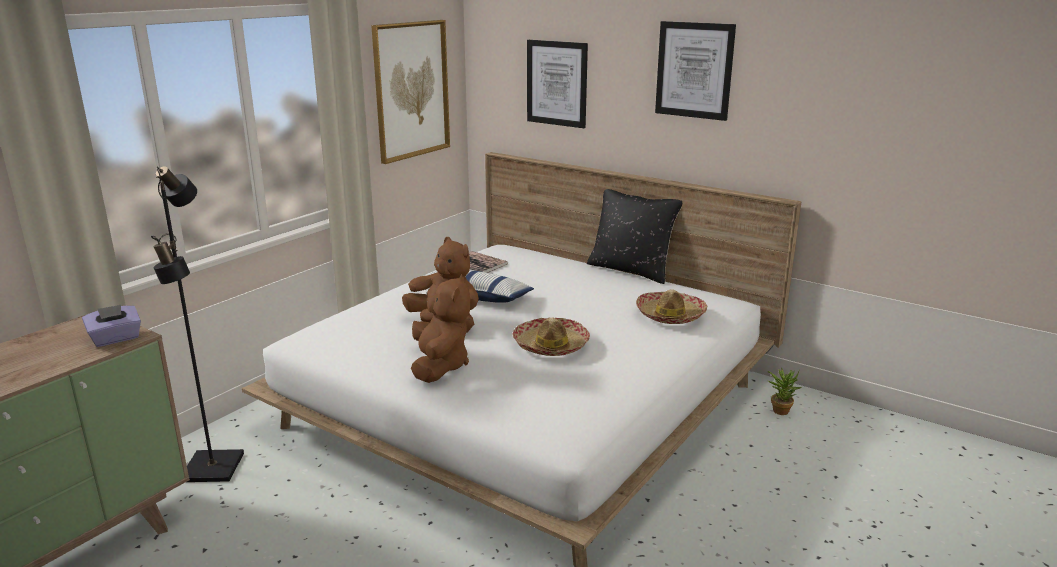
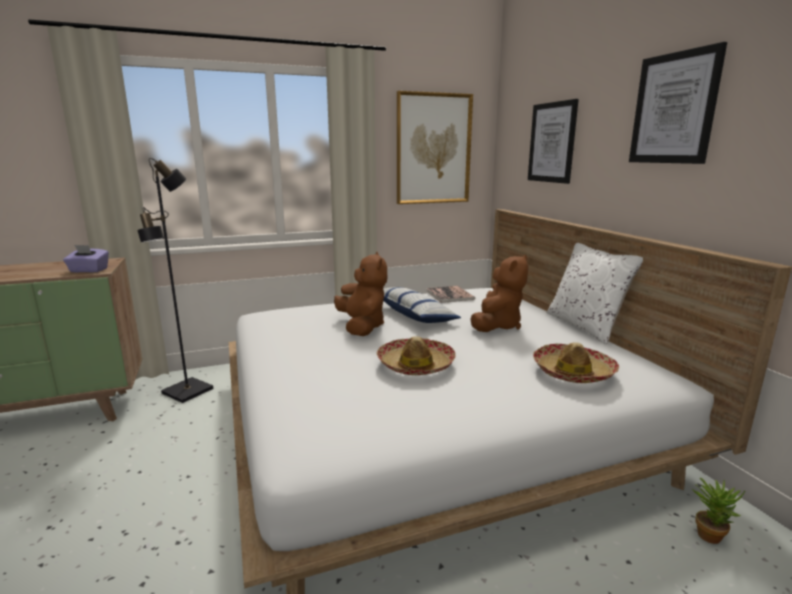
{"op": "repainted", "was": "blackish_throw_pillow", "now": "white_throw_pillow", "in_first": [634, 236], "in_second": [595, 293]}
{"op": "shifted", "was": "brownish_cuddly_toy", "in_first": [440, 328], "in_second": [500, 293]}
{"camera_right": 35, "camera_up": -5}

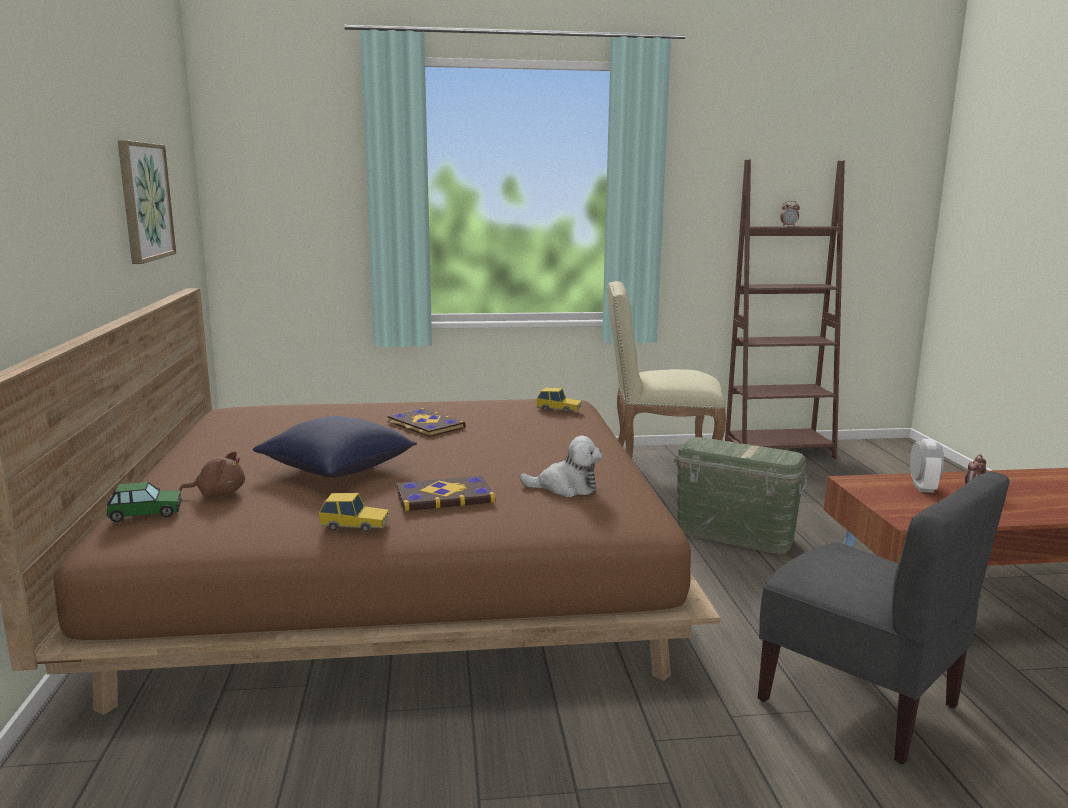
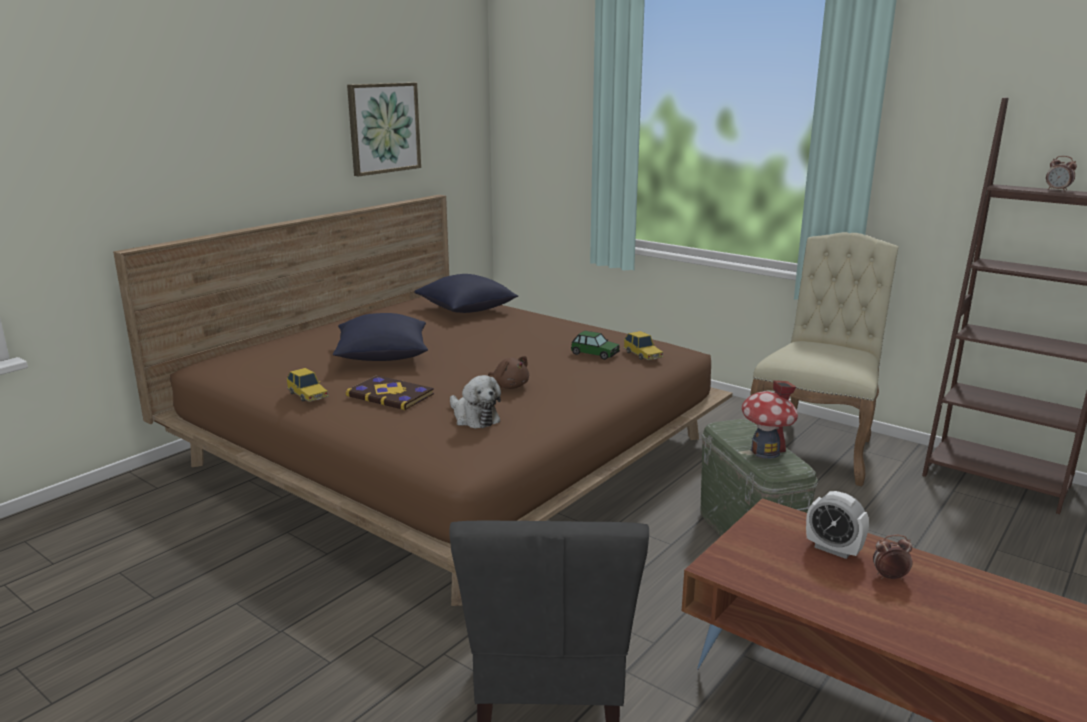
{"op": "rotated", "was": "beige_plain_chair", "in_first": [666, 370], "in_second": [824, 359], "clockwise": 75}
{"op": "gone", "was": "book", "in_first": [426, 422]}
{"op": "rotated", "was": "table_clock", "in_first": [927, 466], "in_second": [837, 525], "clockwise": 75}
{"op": "shifted", "was": "brownish_cuddly_toy", "in_first": [212, 474], "in_second": [508, 372]}
{"op": "shifted", "was": "miniature_car", "in_first": [144, 502], "in_second": [595, 345]}
{"op": "new", "now": "bluish_throw_pillow", "in_second": [466, 293]}
{"op": "new", "now": "toy_house", "in_second": [770, 419]}
{"camera_right": 45, "camera_up": 5}

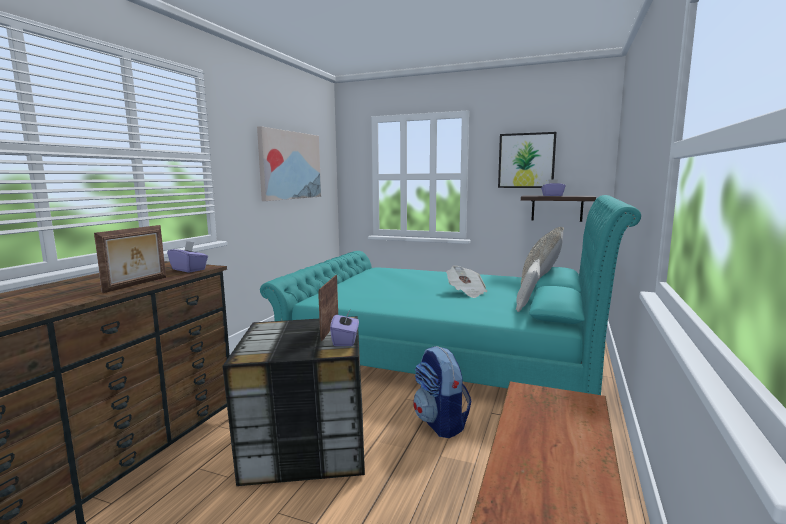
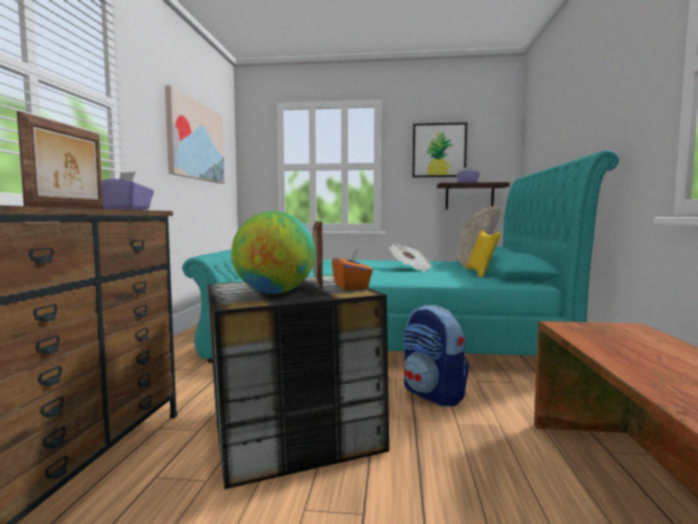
{"op": "repainted", "was": "white_throw_pillow", "now": "yellowish_throw_pillow", "in_first": [528, 285], "in_second": [483, 253]}
{"op": "repainted", "was": "purple-coloured_tissue_holder", "now": "orange_tissue_holder", "in_first": [344, 328], "in_second": [352, 269]}
{"op": "new", "now": "desk_globe", "in_second": [273, 252]}
{"camera_right": -15, "camera_up": -5}

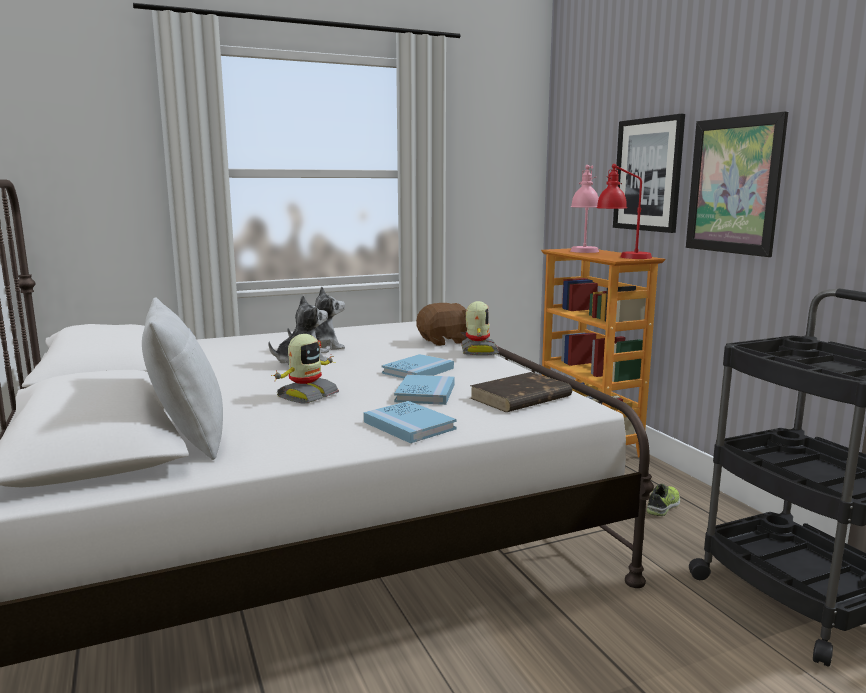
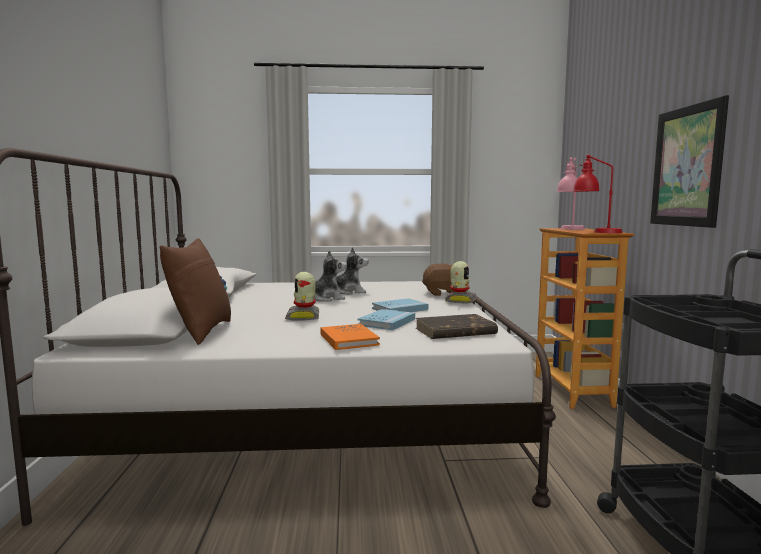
{"op": "gone", "was": "picture", "in_first": [649, 173]}
{"op": "repainted", "was": "gray_throw_pillow", "now": "brownish_throw_pillow", "in_first": [182, 378], "in_second": [195, 291]}
{"op": "rotated", "was": "toy_robot", "in_first": [305, 369], "in_second": [302, 296], "clockwise": 120}
{"op": "repainted", "was": "bluish_book", "now": "orange_book", "in_first": [410, 422], "in_second": [350, 337]}
{"op": "gone", "was": "low_shoe", "in_first": [663, 500]}
{"camera_right": 20, "camera_up": -5}

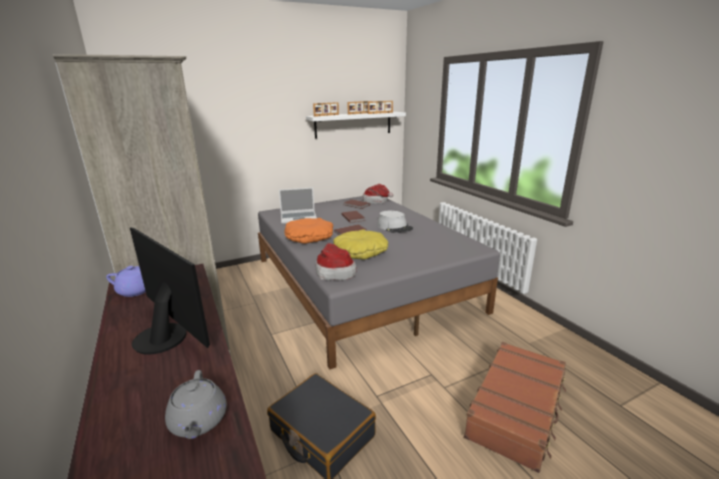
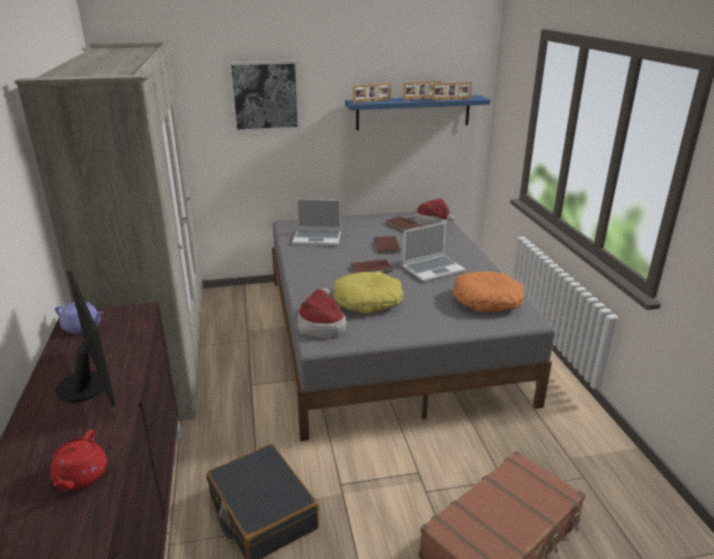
{"op": "repainted", "was": "white_wall_shelf", "now": "bluish_wall_shelf", "in_first": [356, 125], "in_second": [417, 112]}
{"op": "swapped", "was": "gray_clothing_hat", "now": "notebook_computer", "in_first": [395, 221], "in_second": [434, 252]}
{"op": "shifted", "was": "orange_throw_pillow", "in_first": [308, 231], "in_second": [488, 291]}
{"op": "repainted", "was": "gray_pot_for_tea", "now": "red-coloured_pot_for_tea", "in_first": [196, 404], "in_second": [78, 460]}
{"op": "new", "now": "picture", "in_second": [264, 96]}
{"camera_right": 15, "camera_up": 5}

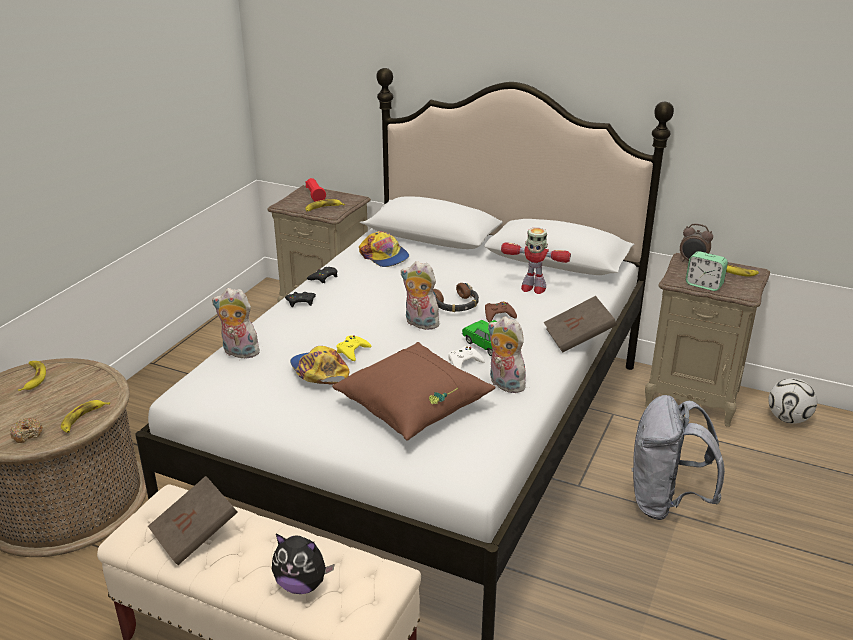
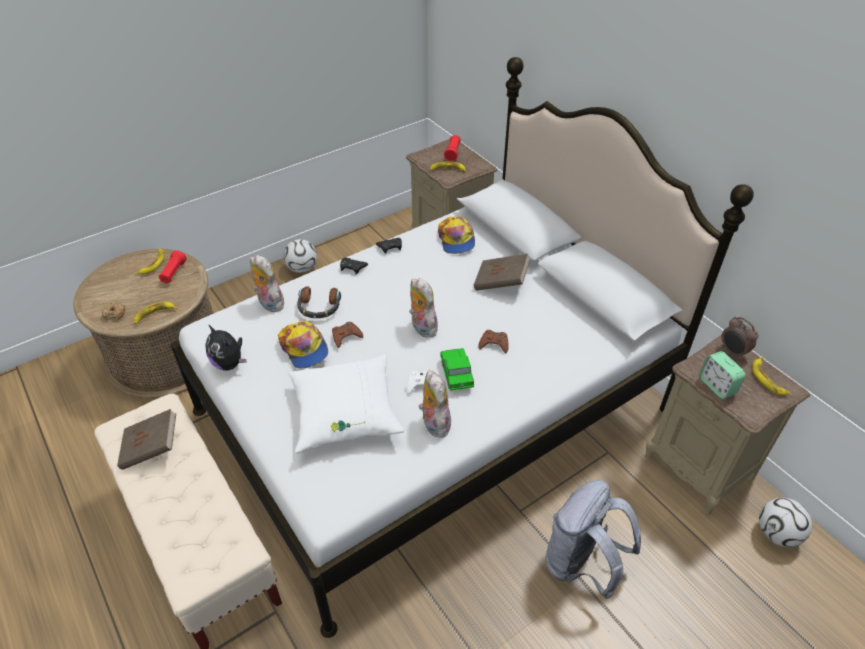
{"op": "gone", "was": "toy_robot", "in_first": [536, 261]}
{"op": "shifted", "was": "headphones", "in_first": [456, 297], "in_second": [319, 302]}
{"op": "shifted", "was": "brownish_book", "in_first": [580, 324], "in_second": [502, 272]}
{"op": "repainted", "was": "yellowish_game_controller", "now": "brownish_game_controller", "in_first": [353, 348], "in_second": [347, 335]}
{"op": "repainted", "was": "brownish_throw_pillow", "now": "white_throw_pillow", "in_first": [414, 391], "in_second": [346, 404]}
{"op": "rotated", "was": "cap", "in_first": [320, 365], "in_second": [303, 344], "clockwise": 150}
{"op": "shifted", "was": "cuddly_toy", "in_first": [303, 564], "in_second": [226, 348]}
{"op": "new", "now": "football_ball", "in_second": [300, 256]}
{"op": "new", "now": "red-coloured_hand_torch", "in_second": [173, 266]}
{"camera_right": 30, "camera_up": 15}

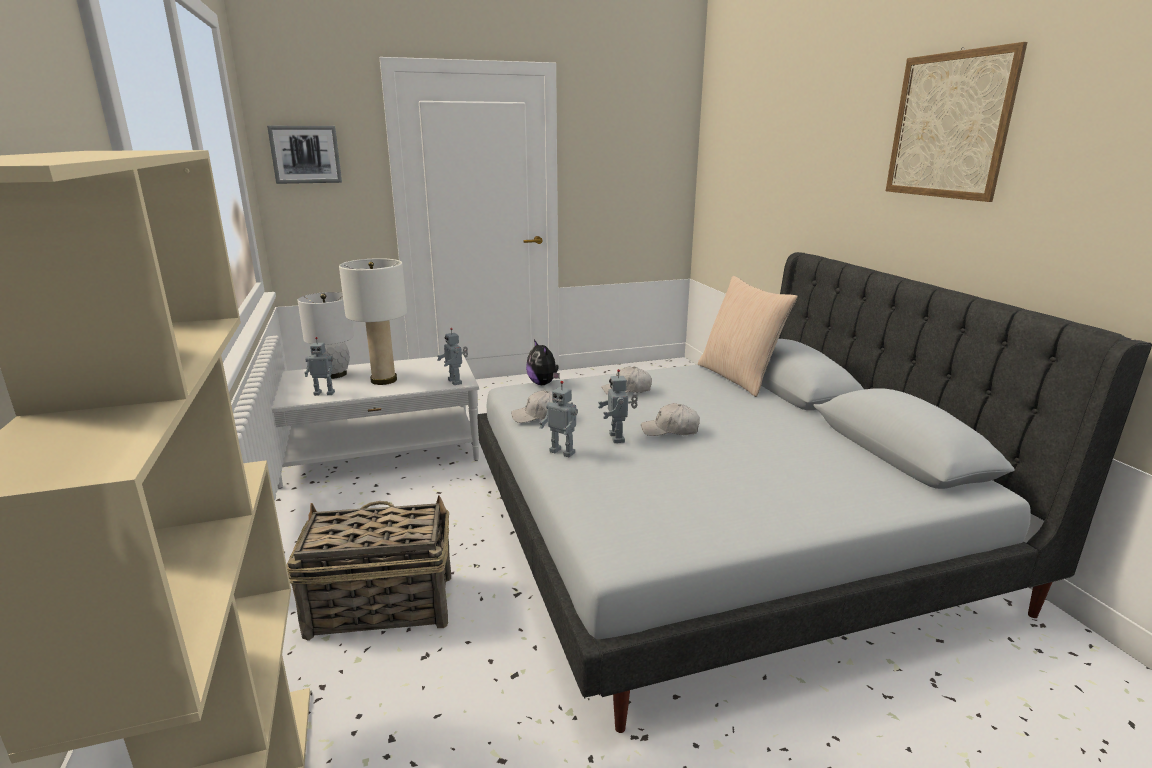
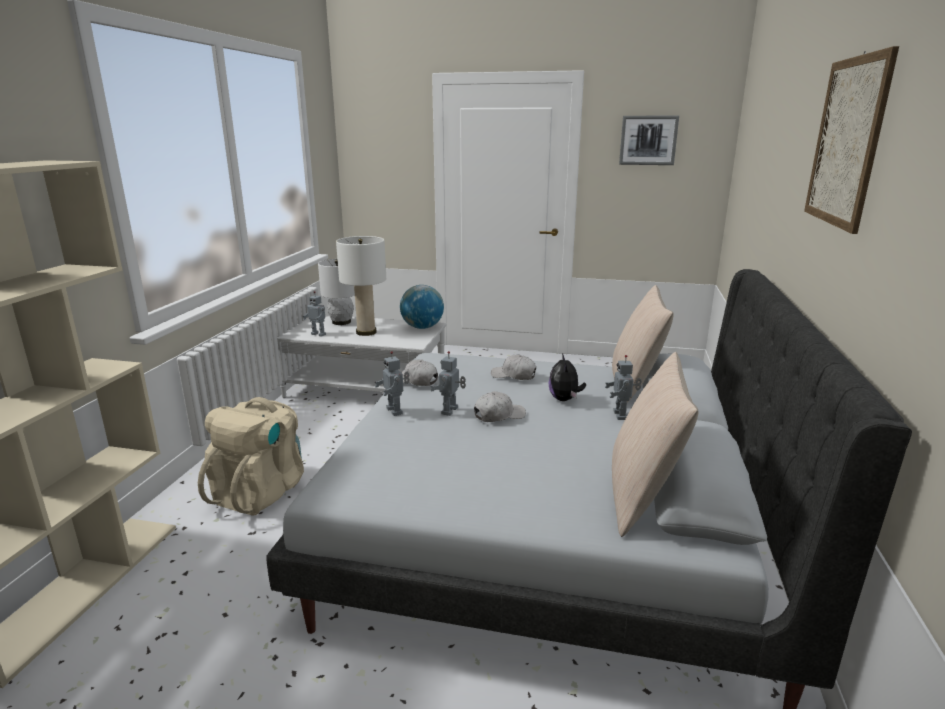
{"op": "shifted", "was": "picture", "in_first": [304, 155], "in_second": [649, 140]}
{"op": "shifted", "was": "toy_robot", "in_first": [452, 356], "in_second": [623, 387]}
{"op": "shifted", "was": "cuddly_toy", "in_first": [543, 362], "in_second": [567, 377]}
{"op": "rotated", "was": "white_cap", "in_first": [670, 419], "in_second": [500, 406], "clockwise": 120}
{"op": "swapped", "was": "basket", "now": "beige_backpack", "in_first": [369, 568], "in_second": [251, 456]}
{"op": "new", "now": "desk_globe", "in_second": [422, 307]}
{"op": "new", "now": "beige_throw_pillow", "in_second": [655, 444]}
{"camera_right": 30, "camera_up": 0}

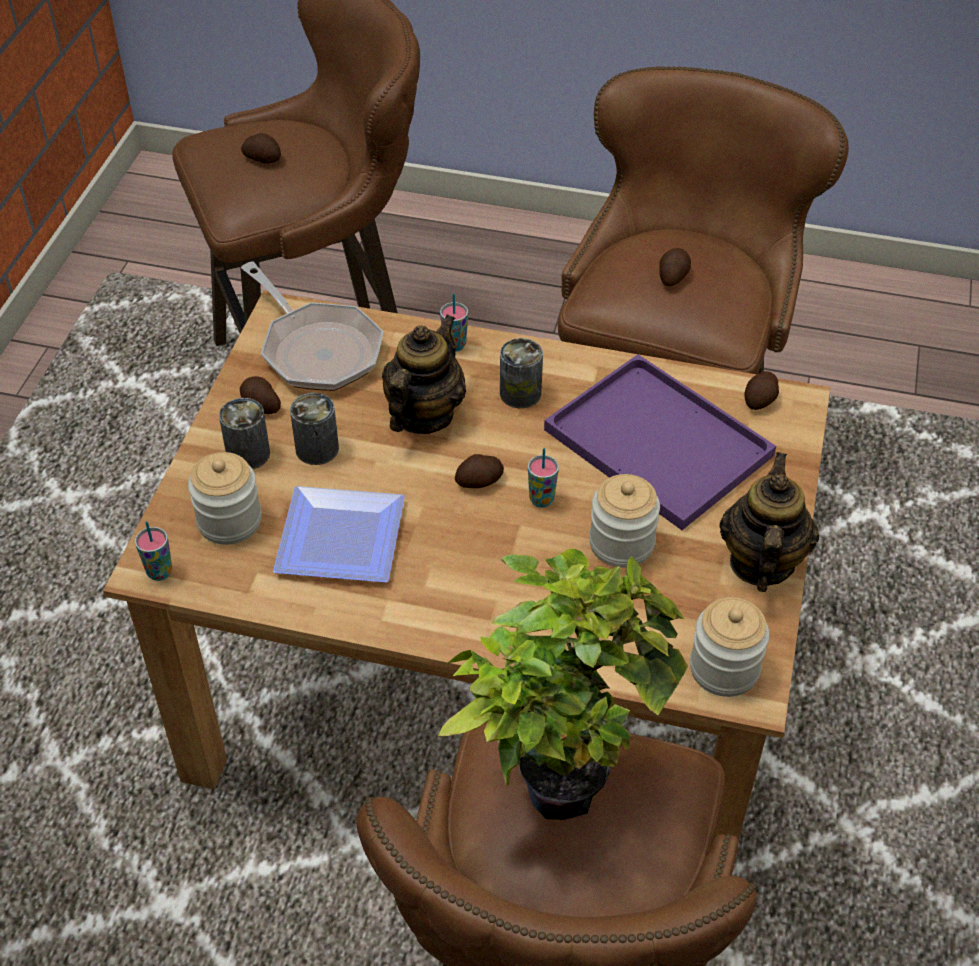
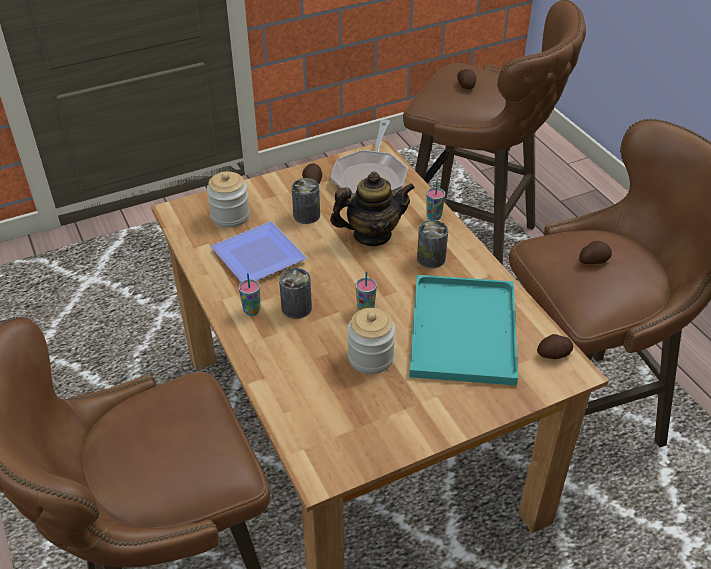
{"op": "repainted", "was": "purple-coloured_serving_tray", "now": "blue-green_serving_tray", "in_first": [660, 442], "in_second": [463, 330]}
{"op": "shifted", "was": "sealed_can", "in_first": [244, 433], "in_second": [295, 293]}
{"op": "gone", "was": "pot_for_tea", "in_first": [769, 522]}
{"op": "gone", "was": "potato", "in_first": [479, 471]}
{"op": "shifted", "was": "drinking_cup", "in_first": [153, 551], "in_second": [249, 294]}
{"op": "gone", "was": "houseplant", "in_first": [563, 684]}
{"op": "gone", "was": "preserve_jar", "in_first": [729, 647]}
{"camera_right": 50, "camera_up": -5}

